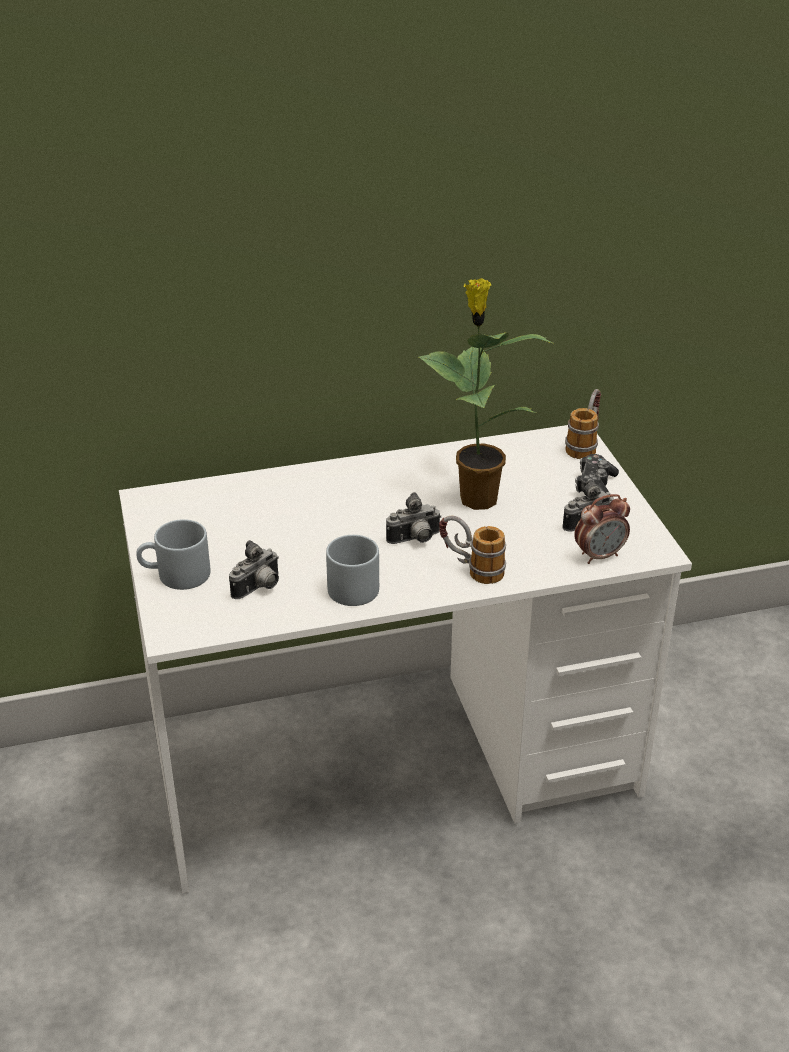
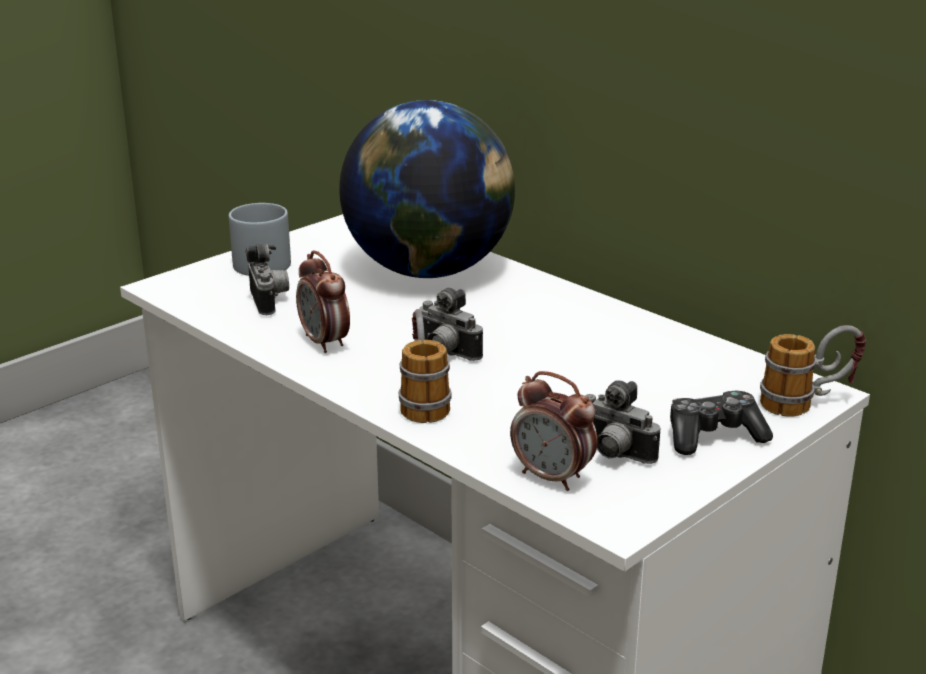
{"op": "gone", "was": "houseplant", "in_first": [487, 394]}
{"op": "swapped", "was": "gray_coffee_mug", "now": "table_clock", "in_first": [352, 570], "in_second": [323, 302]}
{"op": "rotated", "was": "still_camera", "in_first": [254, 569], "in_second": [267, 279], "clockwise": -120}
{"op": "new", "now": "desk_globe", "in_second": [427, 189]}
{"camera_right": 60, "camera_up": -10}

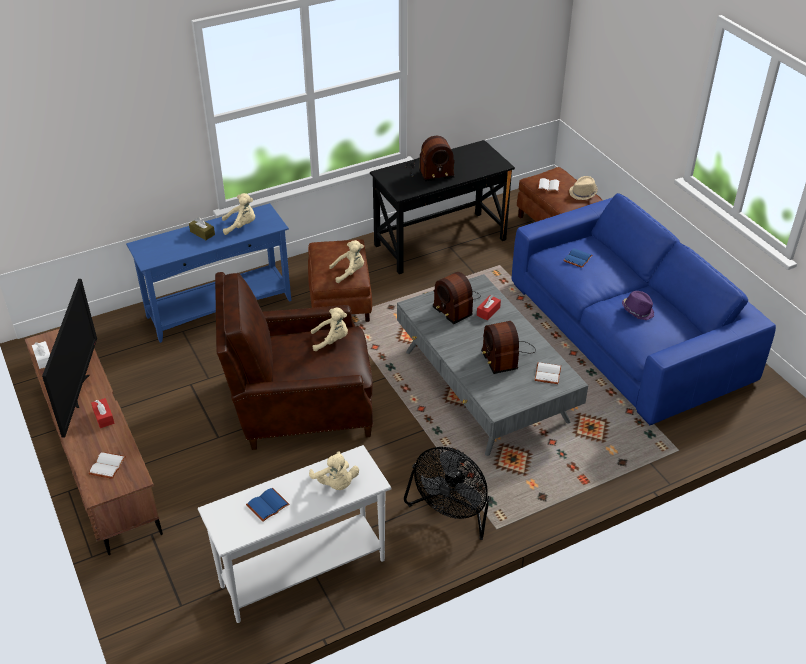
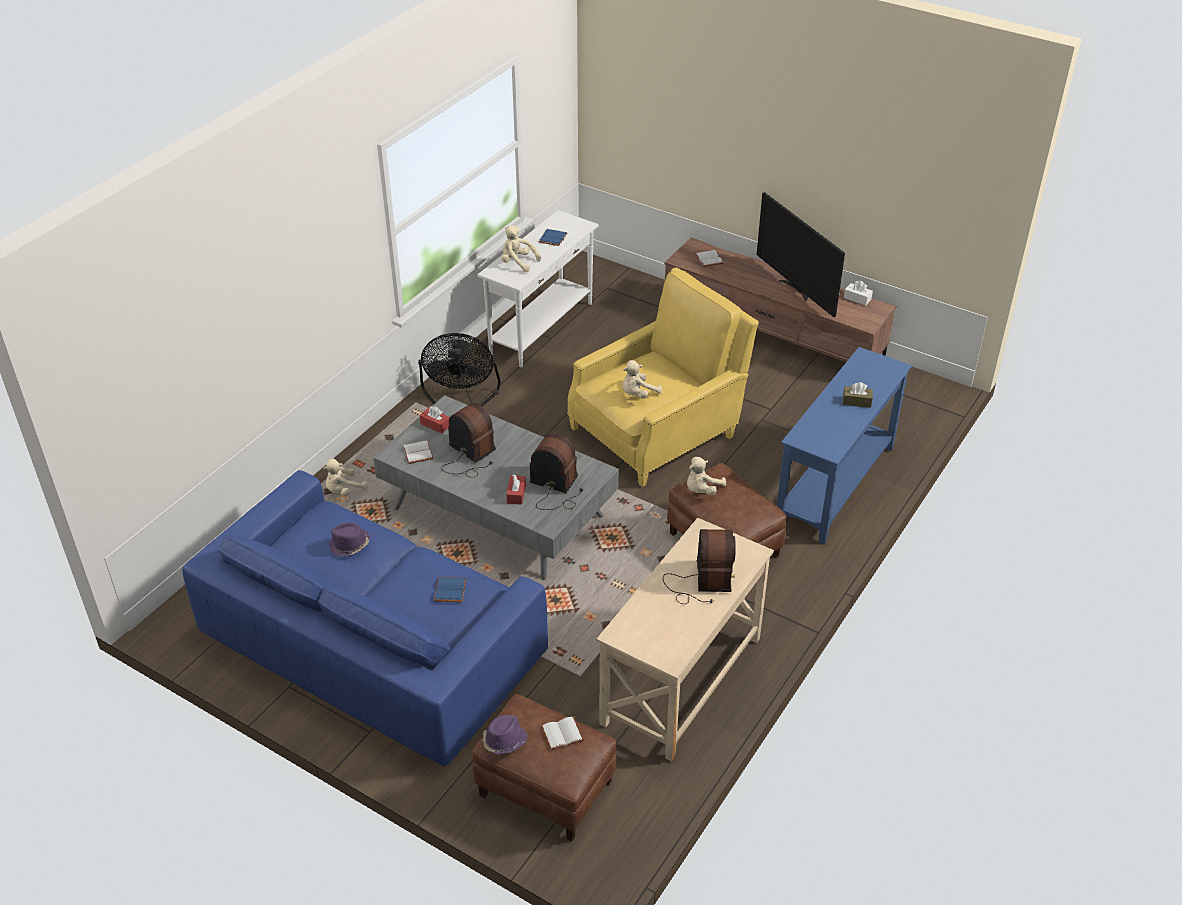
{"op": "rotated", "was": "radio_receiver", "in_first": [430, 158], "in_second": [699, 566], "clockwise": 135}
{"op": "repainted", "was": "blackish_desk_unit", "now": "beige_desk_unit", "in_first": [442, 207], "in_second": [685, 640]}
{"op": "repainted", "was": "beige_clothing_hat", "now": "purple-coloured_clothing_hat", "in_first": [583, 188], "in_second": [505, 734]}
{"op": "shifted", "was": "beige_cuddly_toy", "in_first": [238, 214], "in_second": [345, 477]}
{"op": "repainted", "was": "brownish_lounge_chair", "now": "yellowish_lounge_chair", "in_first": [294, 361], "in_second": [663, 377]}
{"op": "shifted", "was": "red-coloured_tissue_holder", "in_first": [103, 413], "in_second": [435, 420]}
{"camera_right": 150, "camera_up": 0}

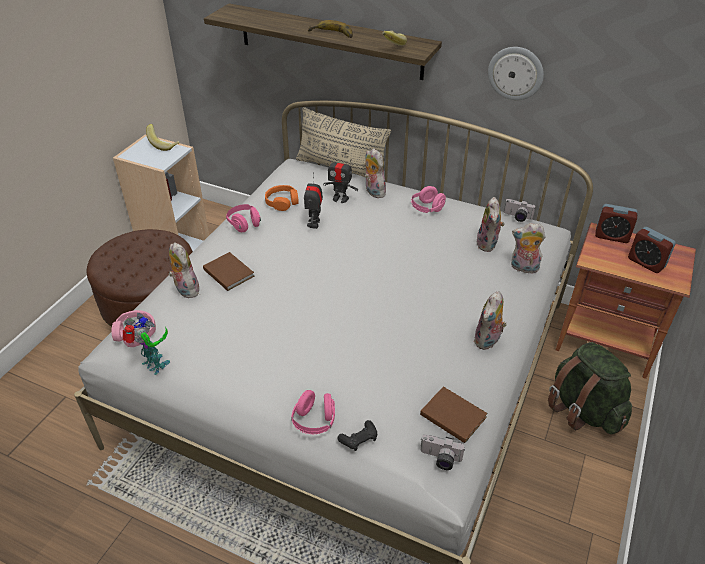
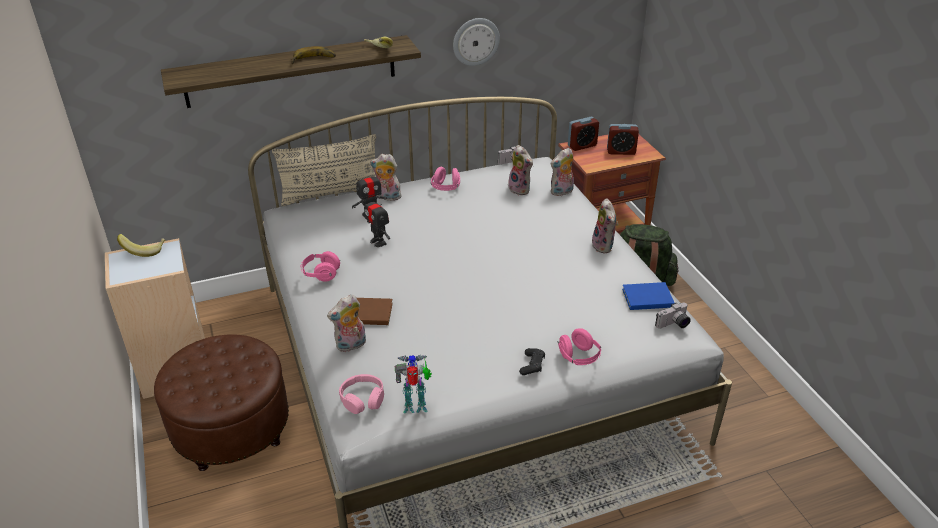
{"op": "gone", "was": "orange_headphones", "in_first": [282, 198]}
{"op": "rotated", "was": "cuddly_toy", "in_first": [184, 270], "in_second": [346, 323], "clockwise": -45}
{"op": "repainted", "was": "brownish_book", "now": "bluish_book", "in_first": [454, 414], "in_second": [648, 296]}
{"op": "shifted", "was": "blackish_game_controller", "in_first": [357, 435], "in_second": [532, 361]}
{"camera_right": -45, "camera_up": -5}

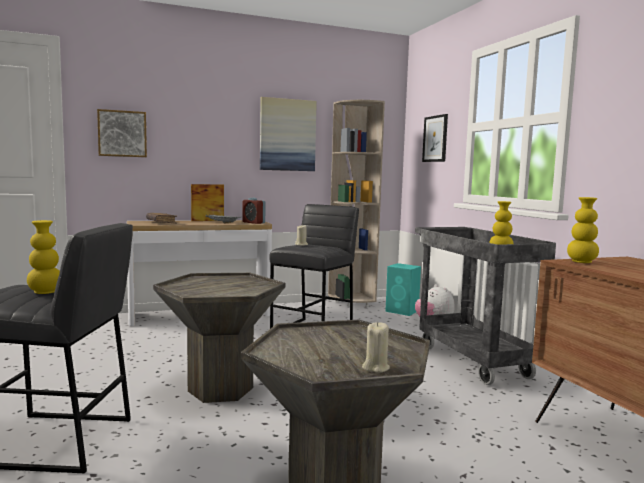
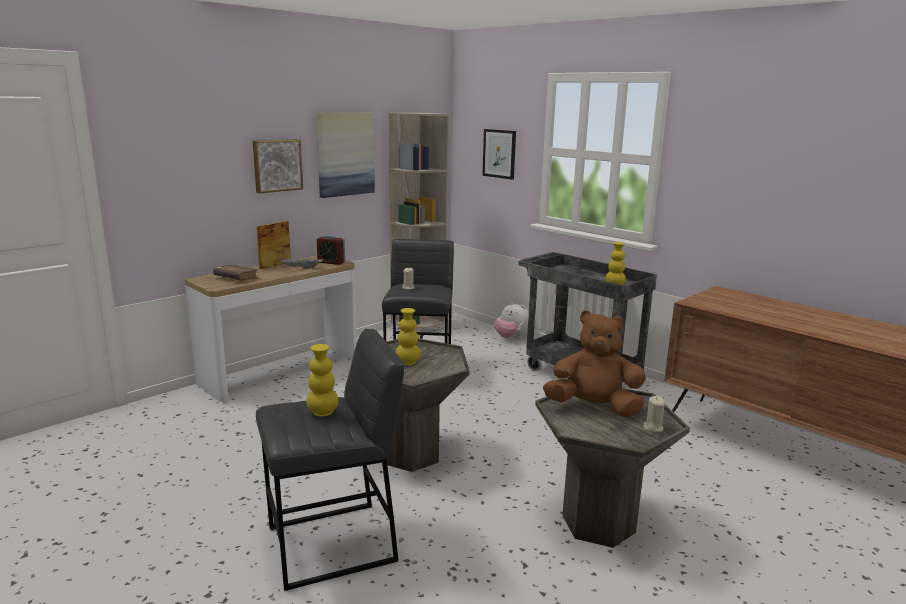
{"op": "shifted", "was": "picture", "in_first": [122, 133], "in_second": [278, 166]}
{"op": "shifted", "was": "yellowish_vase", "in_first": [583, 230], "in_second": [408, 336]}
{"op": "gone", "was": "blue-green_speaker", "in_first": [403, 289]}
{"op": "new", "now": "brownish_cuddly_toy", "in_second": [594, 363]}
{"camera_right": -25, "camera_up": 10}

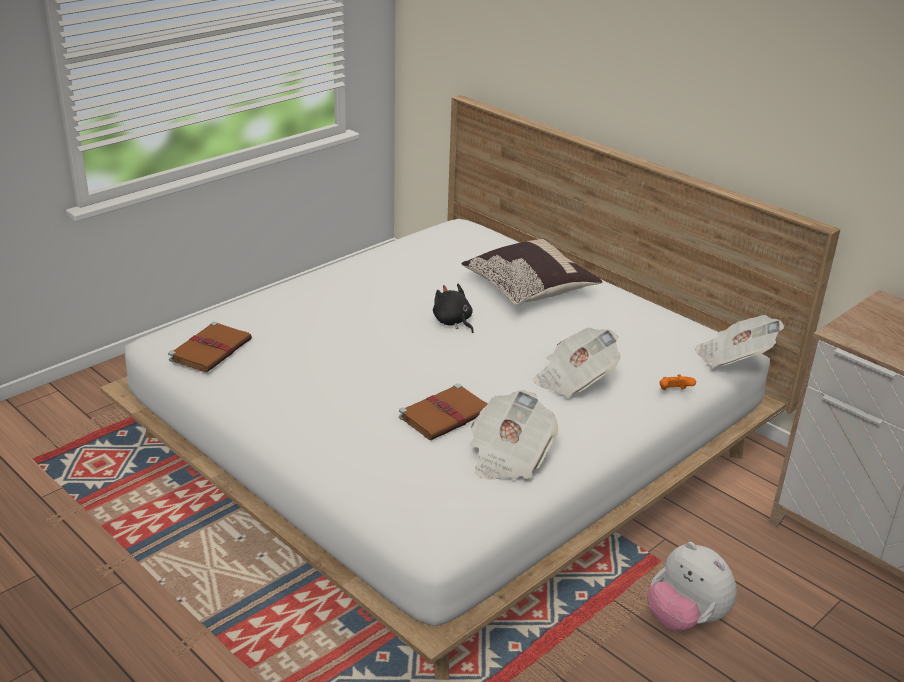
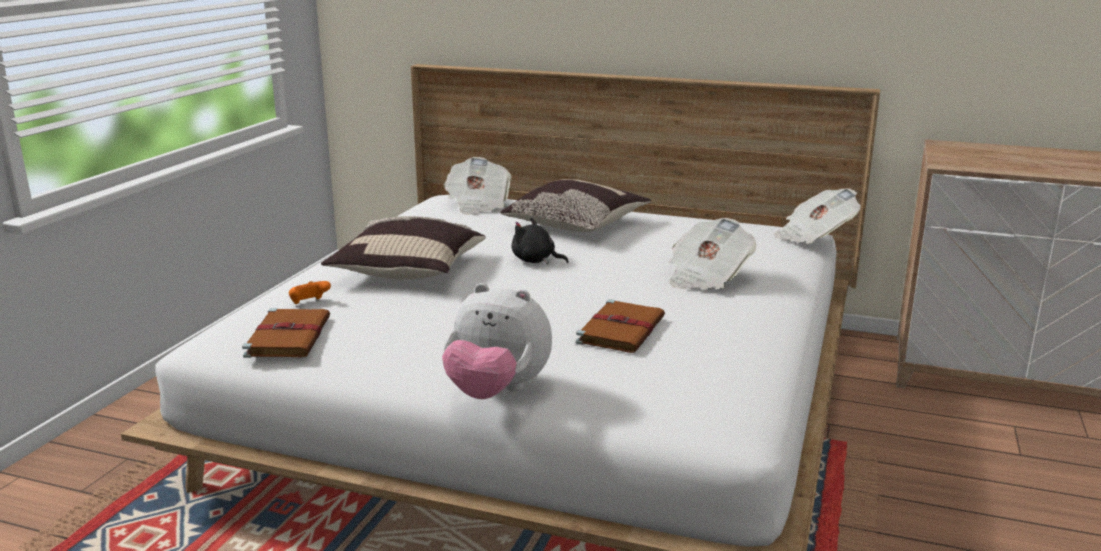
{"op": "shifted", "was": "orange_game_controller", "in_first": [678, 382], "in_second": [310, 292]}
{"op": "shifted", "was": "newspaper", "in_first": [514, 435], "in_second": [478, 186]}
{"op": "shifted", "was": "cuddly_toy", "in_first": [692, 586], "in_second": [497, 341]}
{"op": "new", "now": "throw_pillow", "in_second": [403, 248]}
{"camera_right": -25, "camera_up": -10}

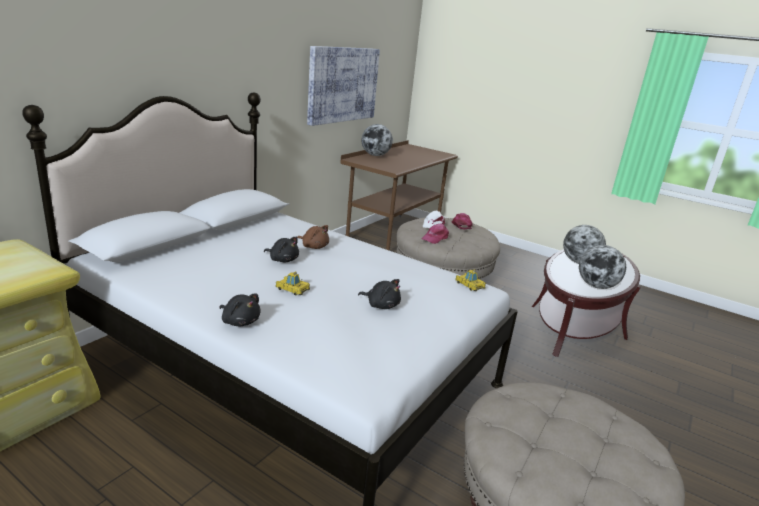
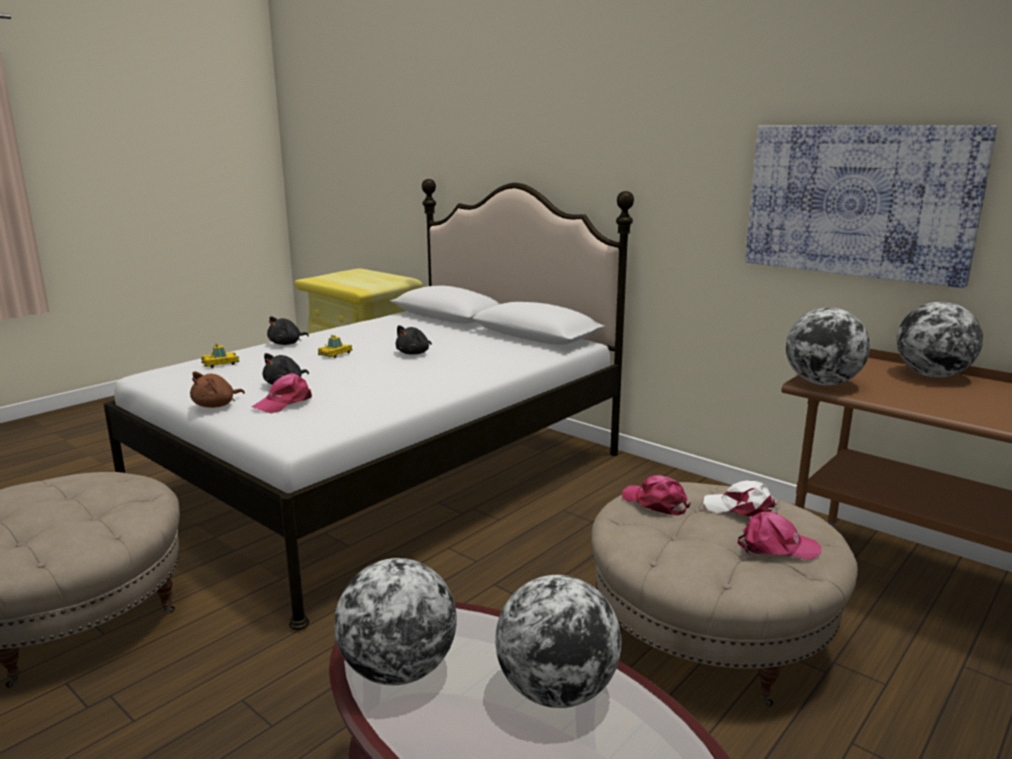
{"op": "shifted", "was": "brownish_cuddly_toy", "in_first": [313, 237], "in_second": [217, 389]}
{"op": "shifted", "was": "miniature_car", "in_first": [470, 280], "in_second": [220, 355]}
{"op": "new", "now": "desk_globe", "in_second": [828, 346]}
{"op": "new", "now": "pink_cap", "in_second": [282, 393]}
{"camera_right": 100, "camera_up": -5}

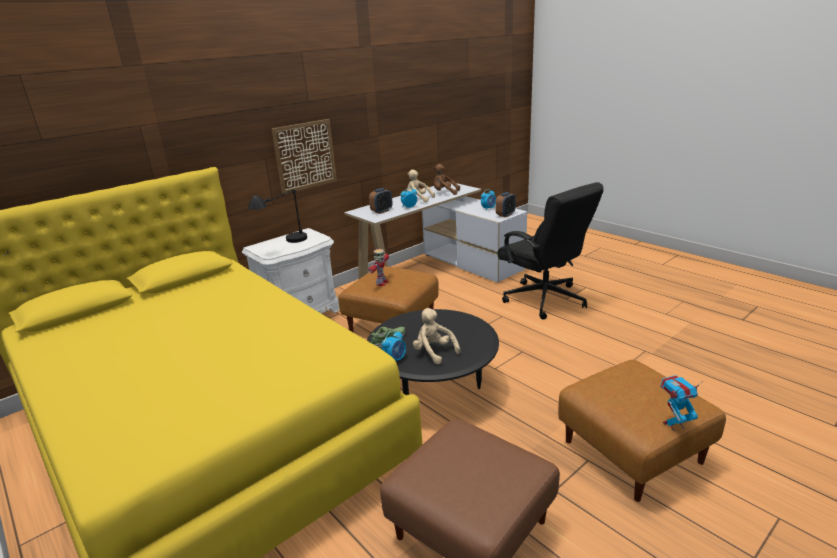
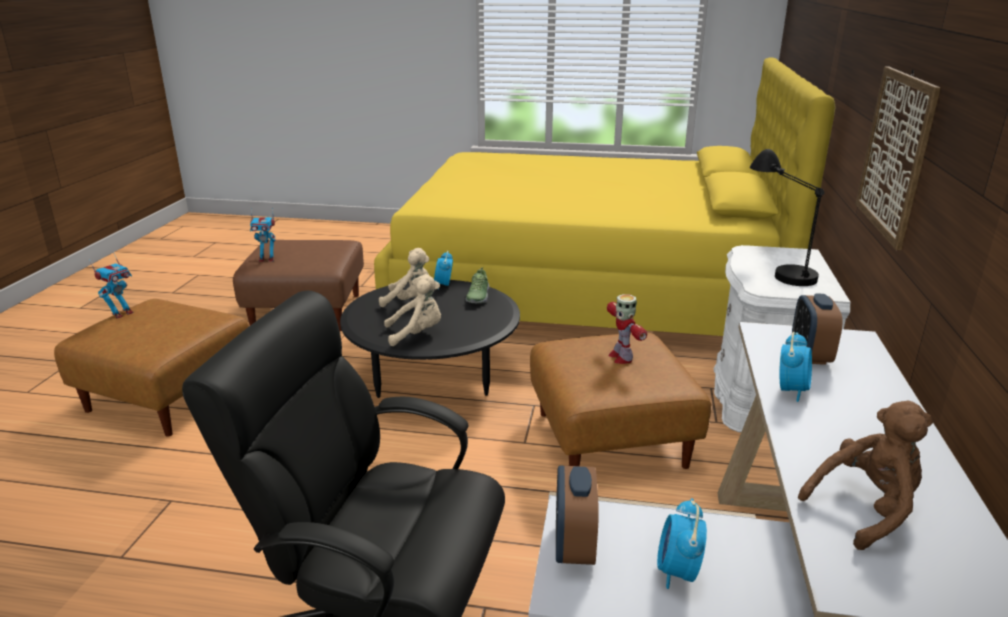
{"op": "shifted", "was": "beige_cuddly_toy", "in_first": [421, 186], "in_second": [412, 310]}
{"op": "new", "now": "toy_robot", "in_second": [263, 239]}
{"camera_right": 140, "camera_up": 0}

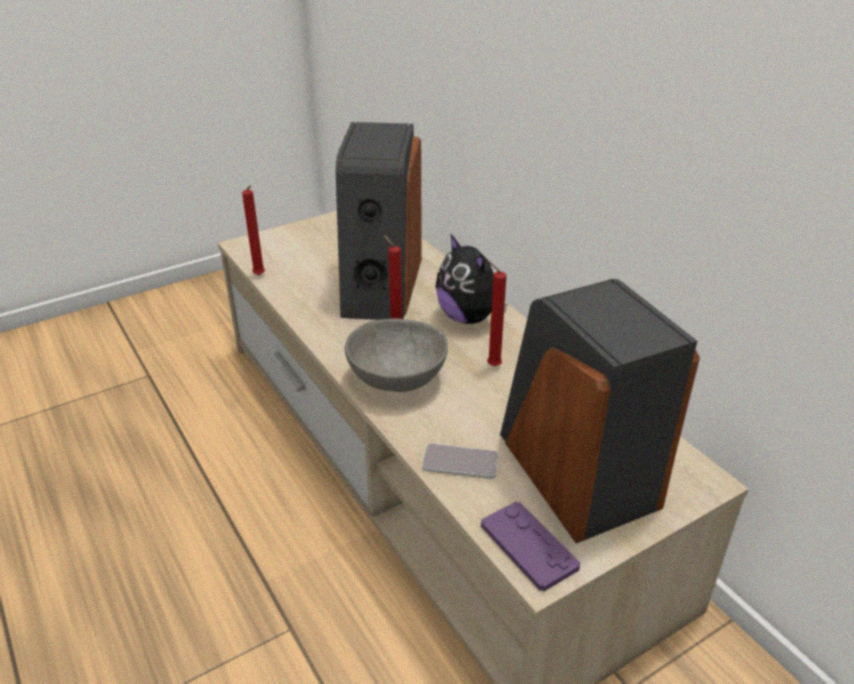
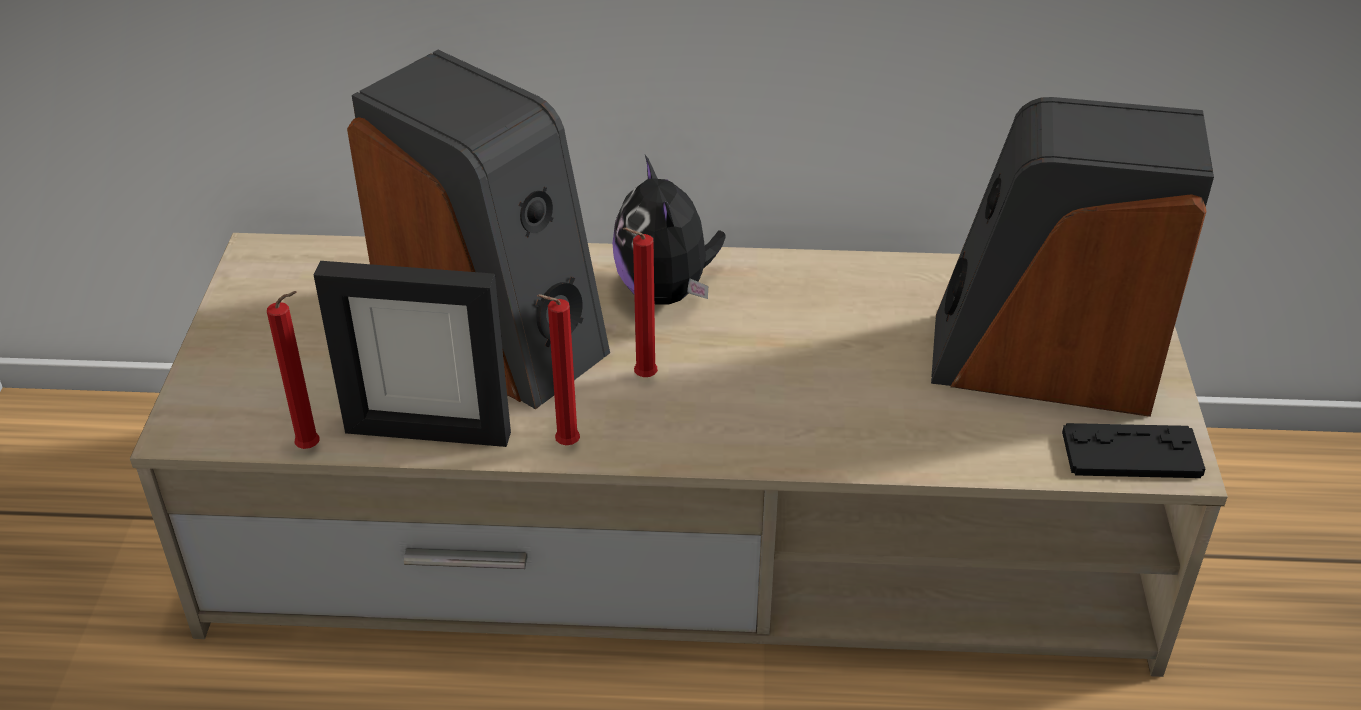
{"op": "rotated", "was": "cuddly_toy", "in_first": [471, 278], "in_second": [669, 230], "clockwise": 75}
{"op": "shifted", "was": "red-coloured_wax_candle", "in_first": [497, 313], "in_second": [558, 369]}
{"op": "gone", "was": "gray_serving_bowl", "in_first": [396, 355]}
{"op": "gone", "was": "phone", "in_first": [460, 461]}
{"op": "repainted", "was": "purple-coloured_game_controller", "now": "blackish_game_controller", "in_first": [530, 547], "in_second": [1133, 450]}
{"op": "new", "now": "standing_frame", "in_second": [412, 354]}
{"camera_right": -55, "camera_up": 5}

